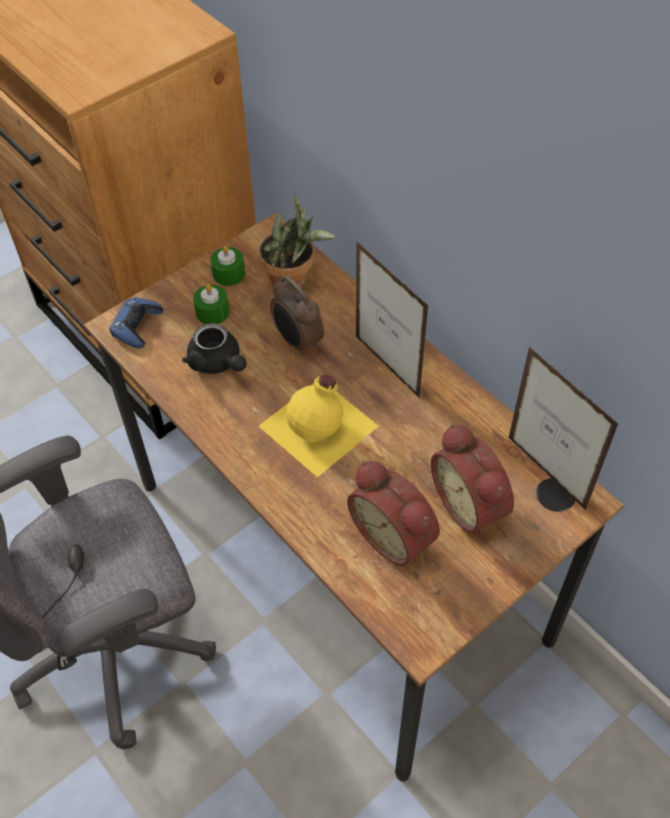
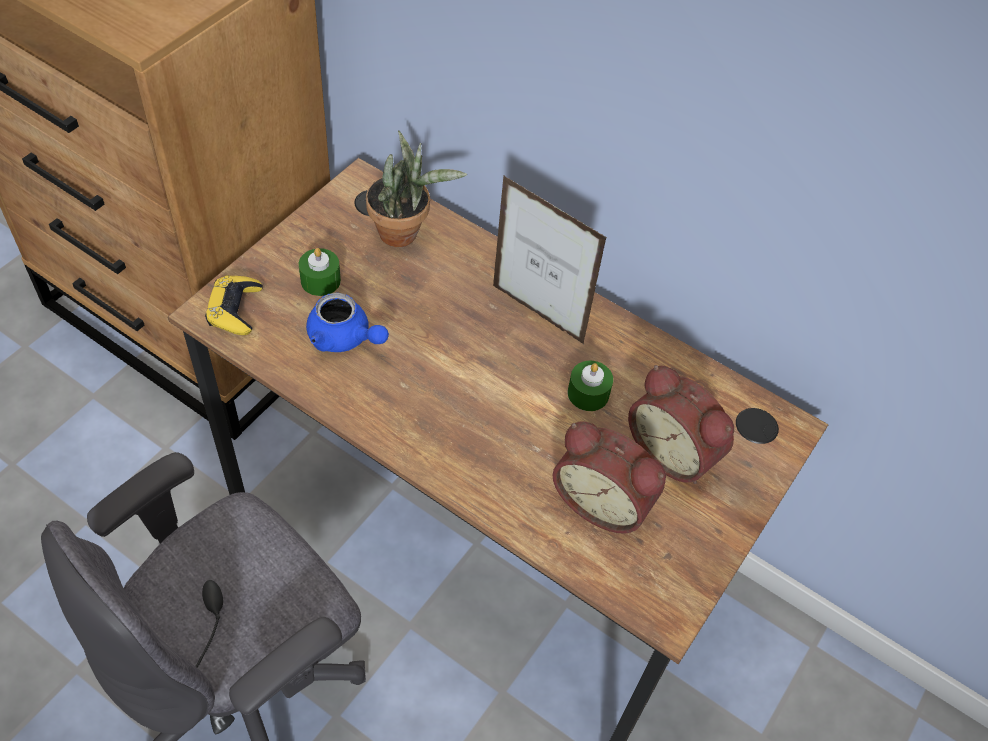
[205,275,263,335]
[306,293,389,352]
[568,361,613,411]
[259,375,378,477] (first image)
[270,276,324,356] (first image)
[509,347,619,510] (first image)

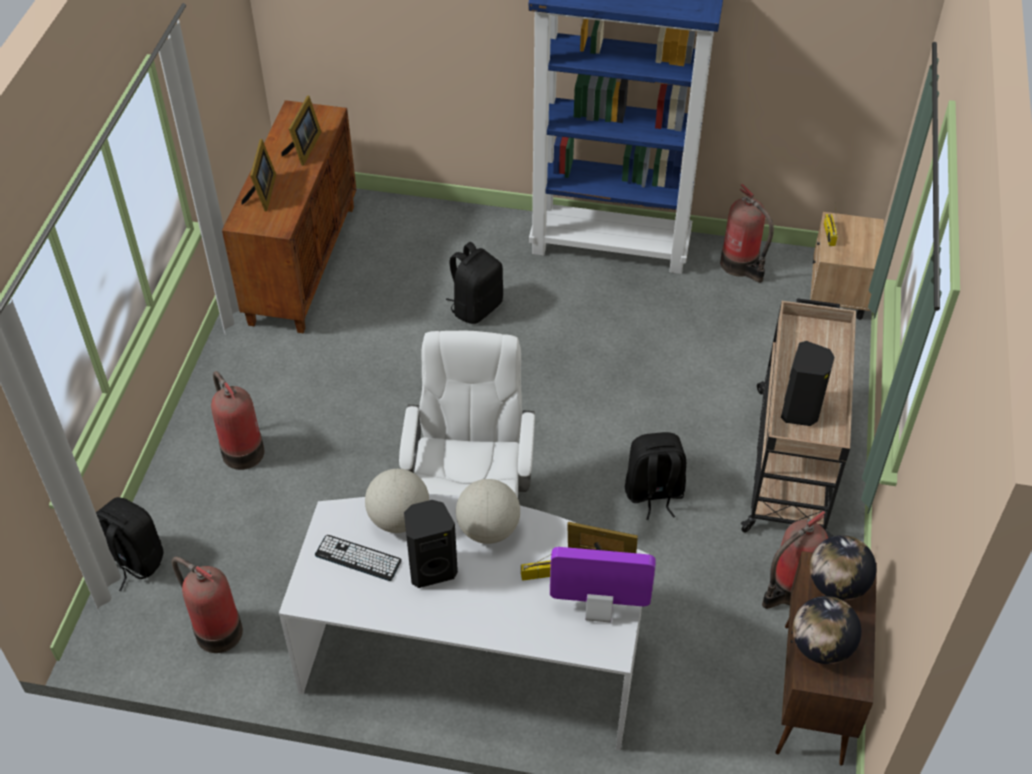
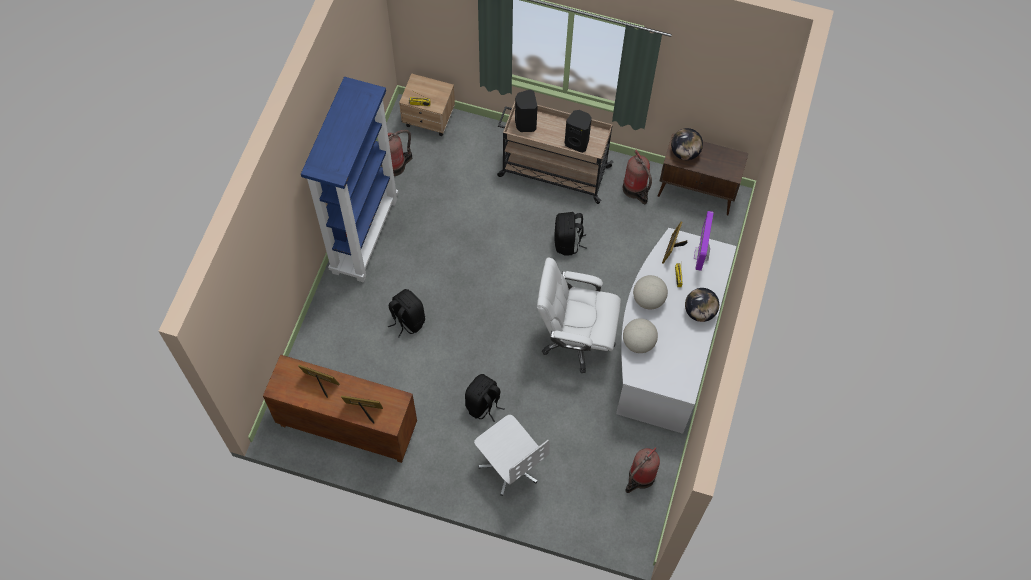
[465,374,504,422]
[474,415,550,496]
[315,535,402,581] (first image)
[515,89,538,132]
[685,288,719,322]

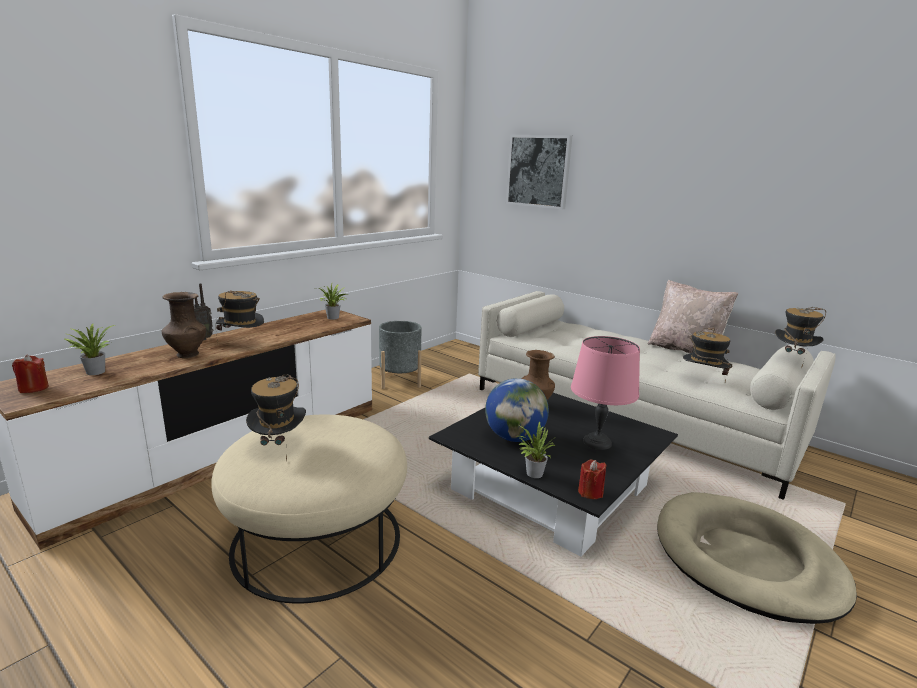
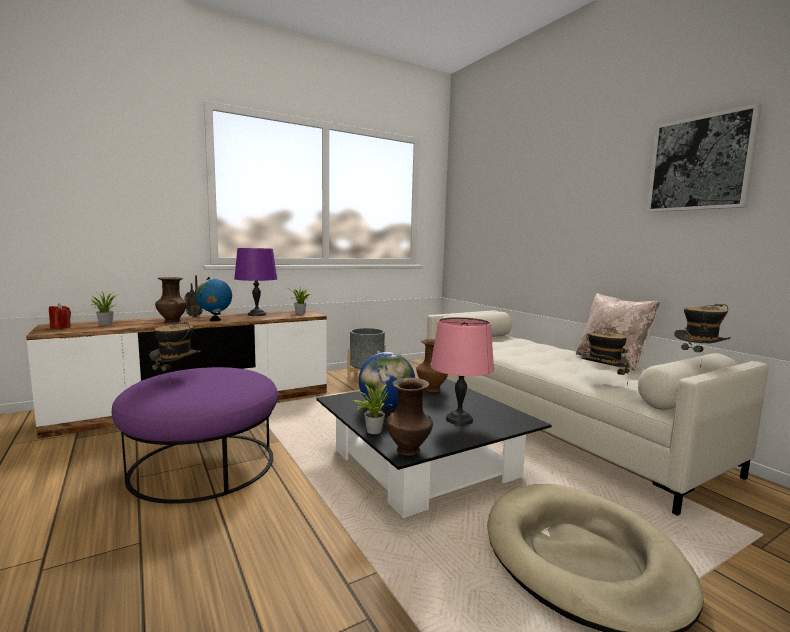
[112,367,278,504]
[196,277,232,321]
[647,103,762,212]
[387,378,433,456]
[234,248,277,316]

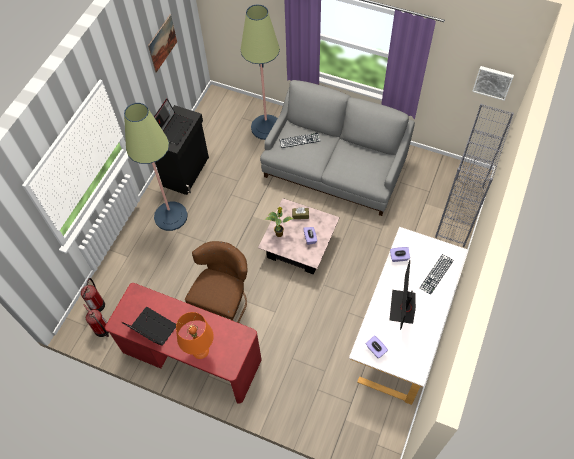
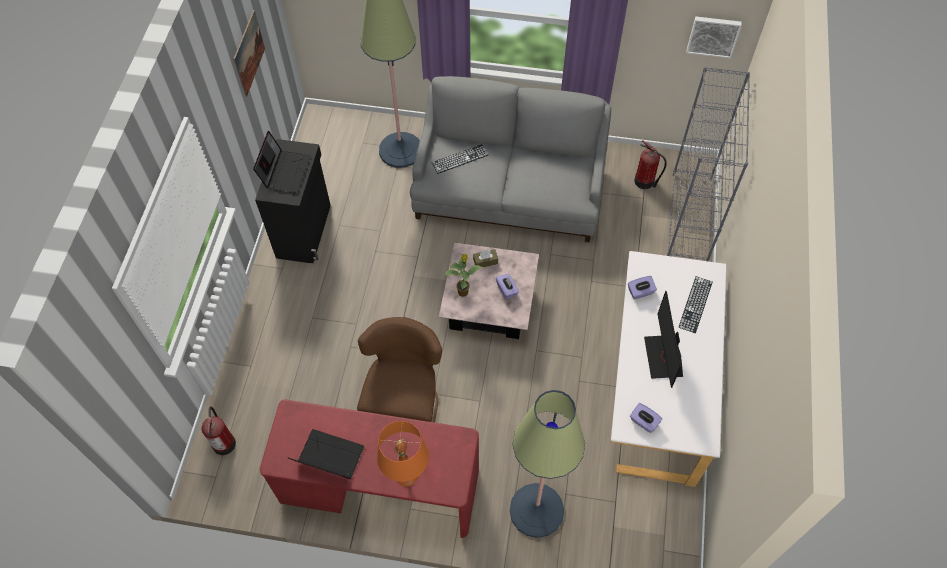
[634,140,667,189]
[510,390,585,538]

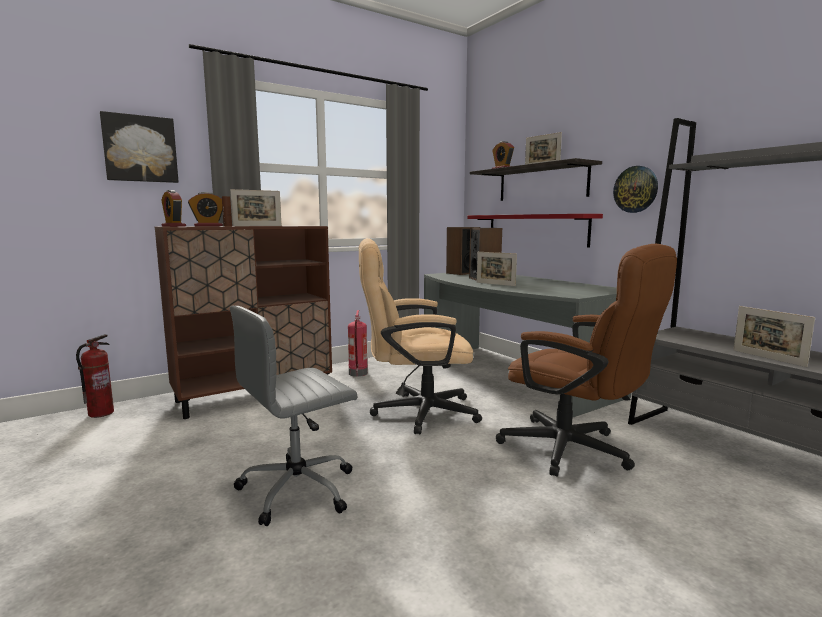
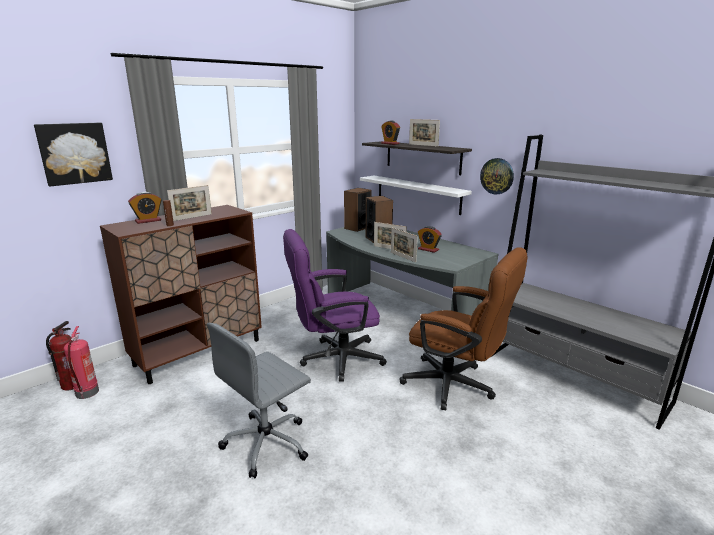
[418,226,442,253]
[64,326,99,399]
[283,229,387,382]
[360,176,472,215]
[391,228,418,262]

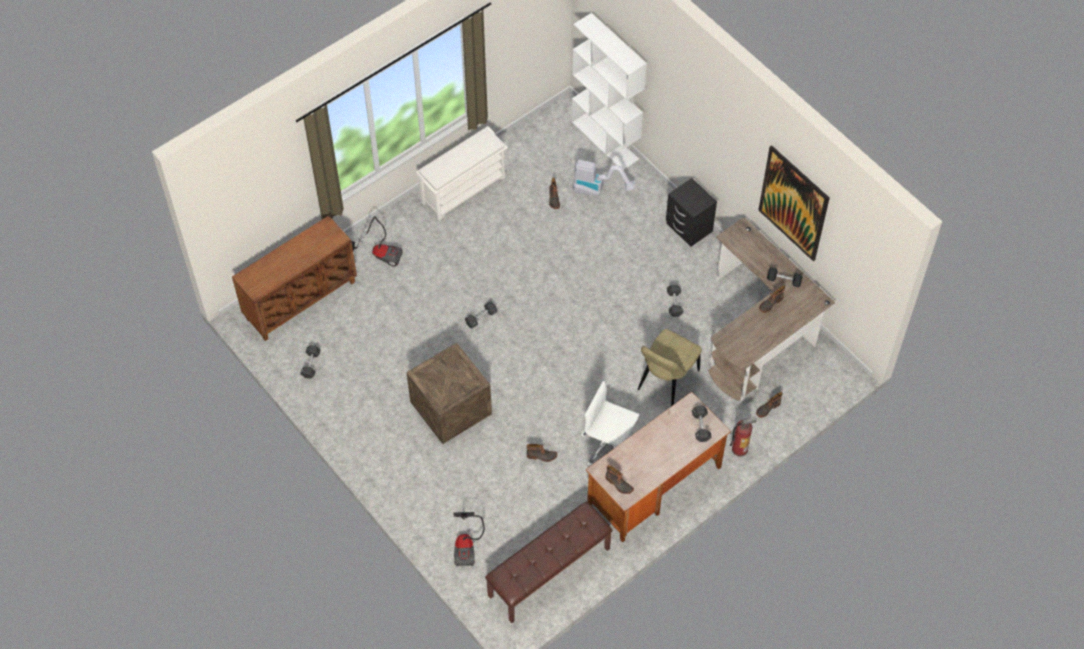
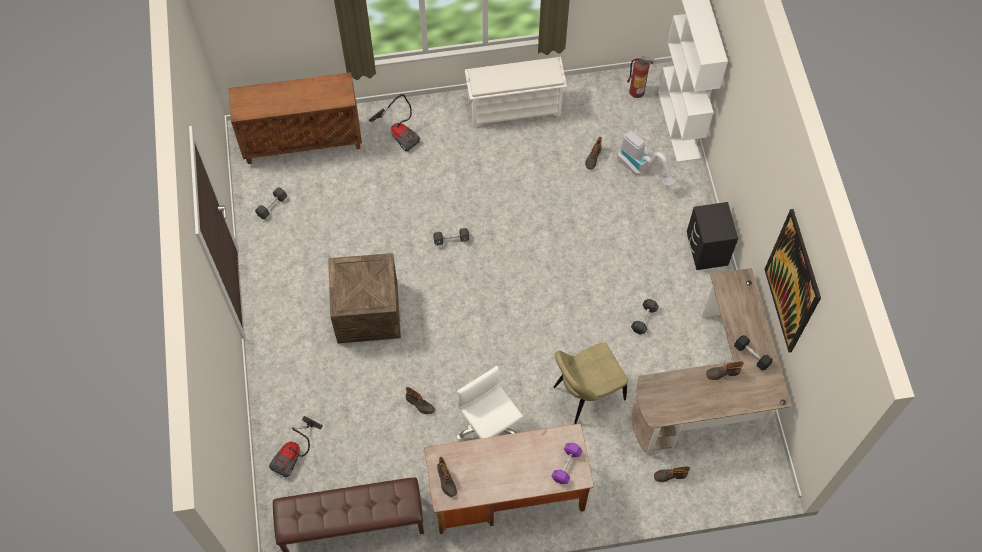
[551,443,582,484]
[627,56,654,98]

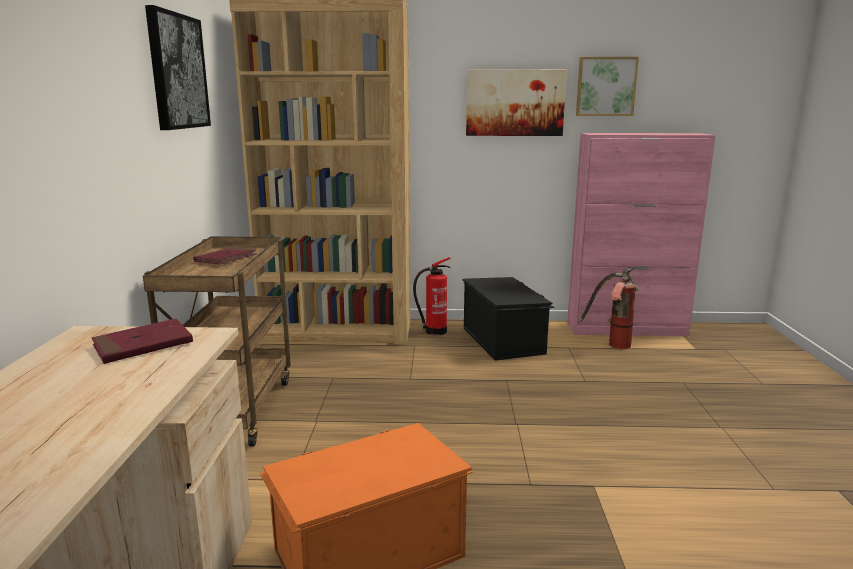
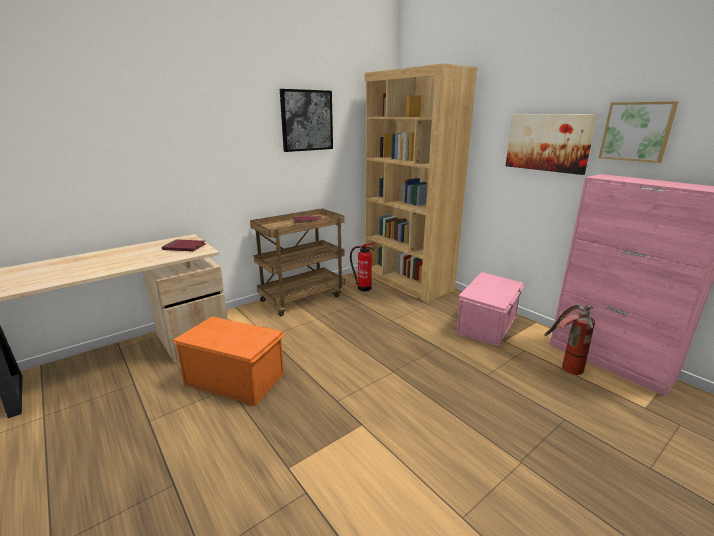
[350,243,374,292]
[456,272,524,347]

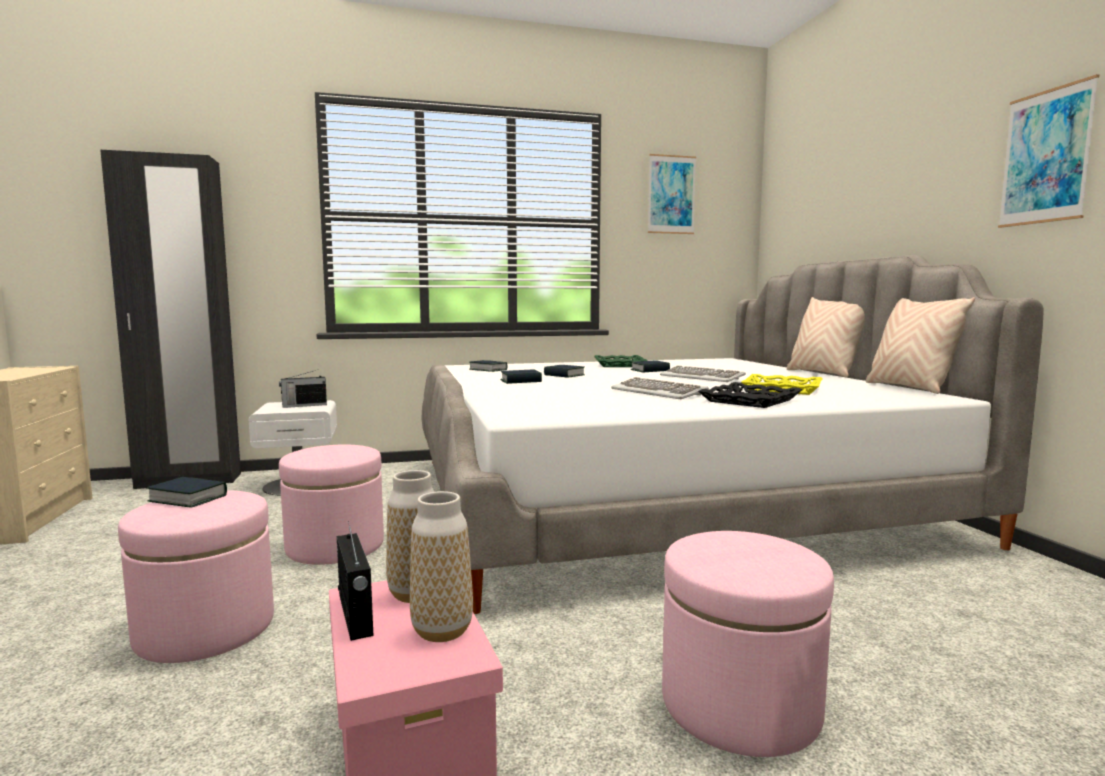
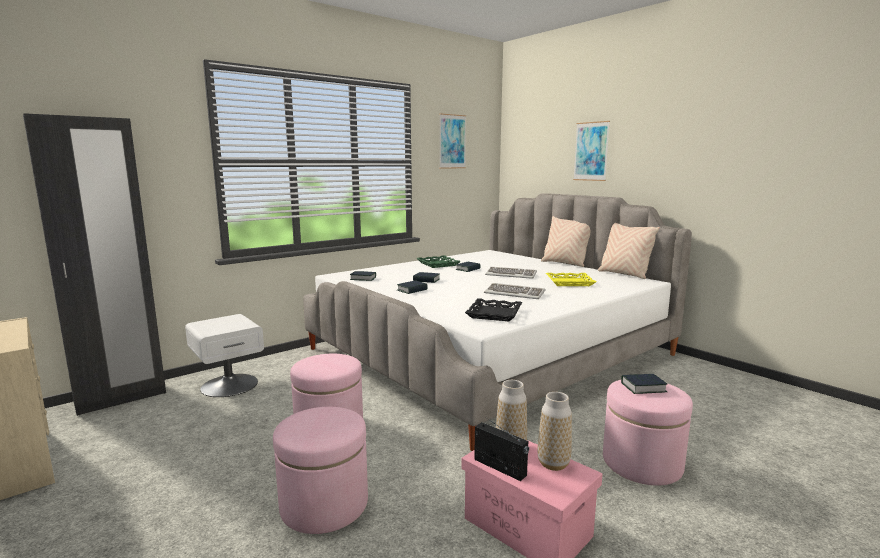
[621,374,667,394]
[279,369,327,408] (first image)
[465,298,522,322]
[573,121,610,181]

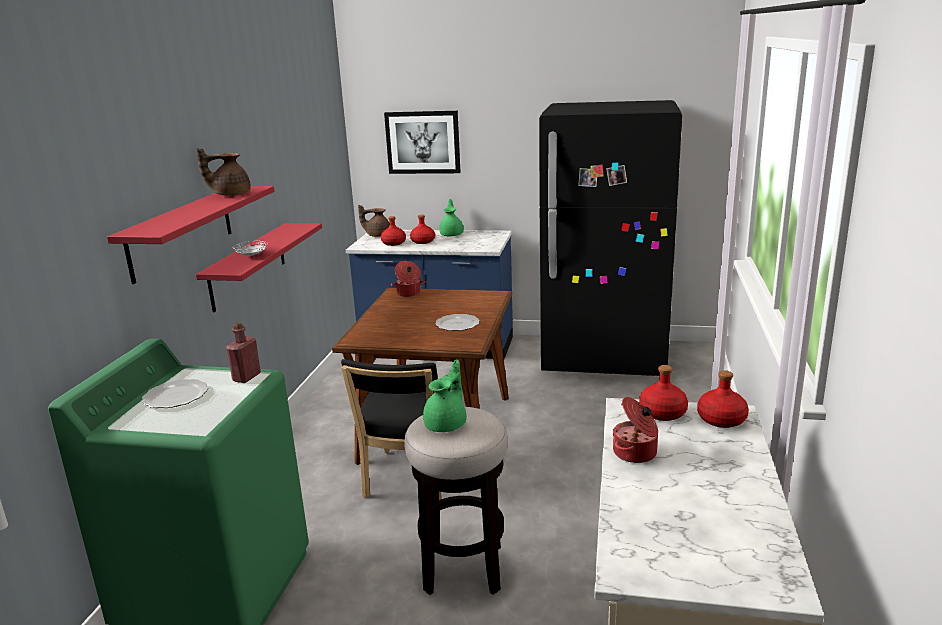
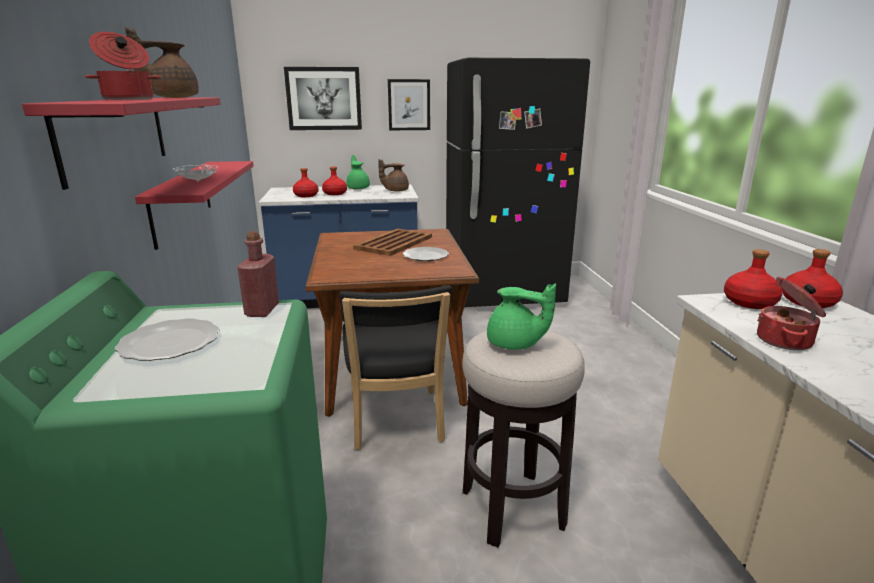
[378,159,409,192]
[85,32,161,100]
[487,284,556,350]
[353,228,432,256]
[388,79,430,130]

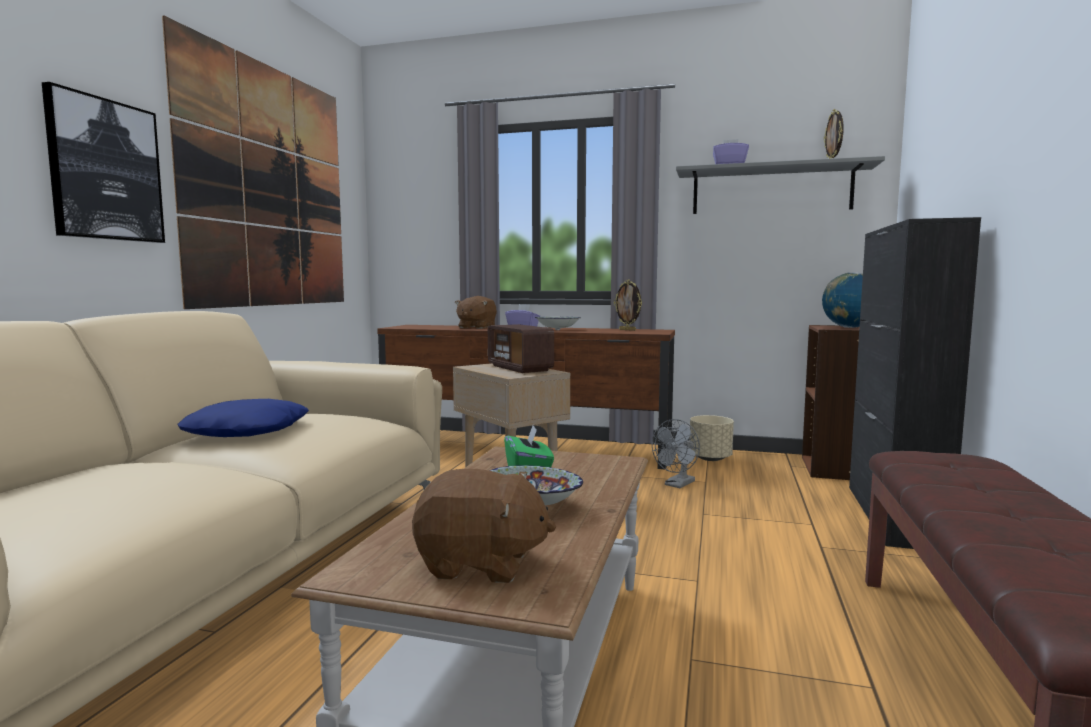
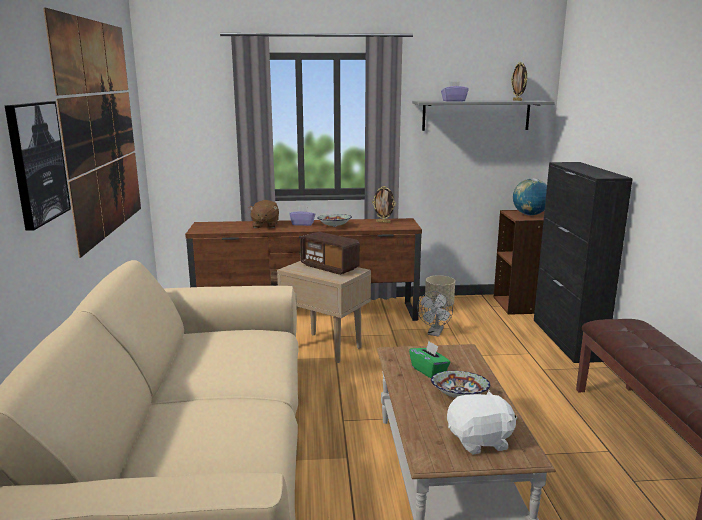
[178,399,309,437] (first image)
[447,390,517,455]

